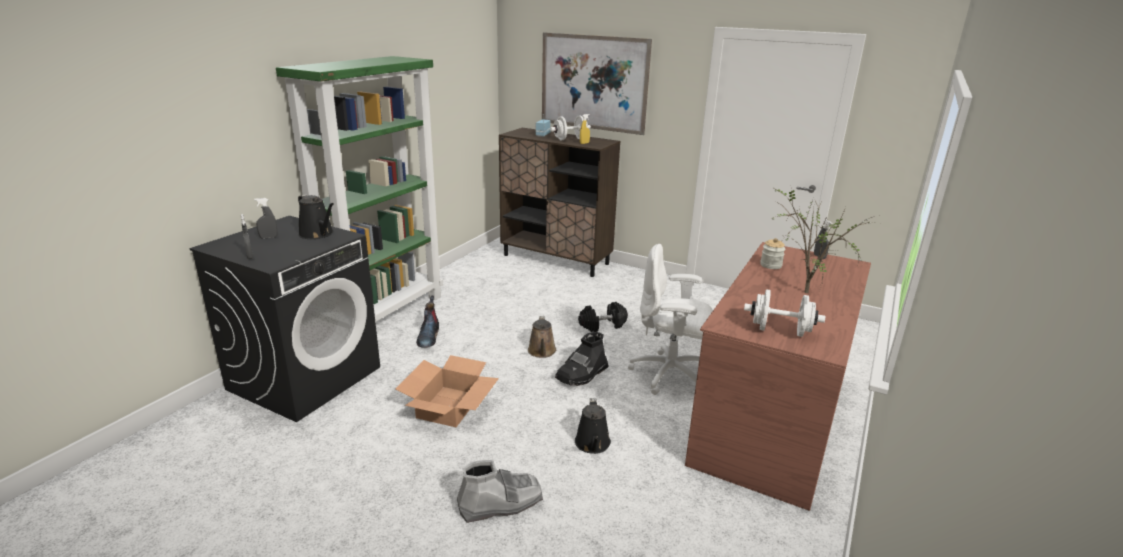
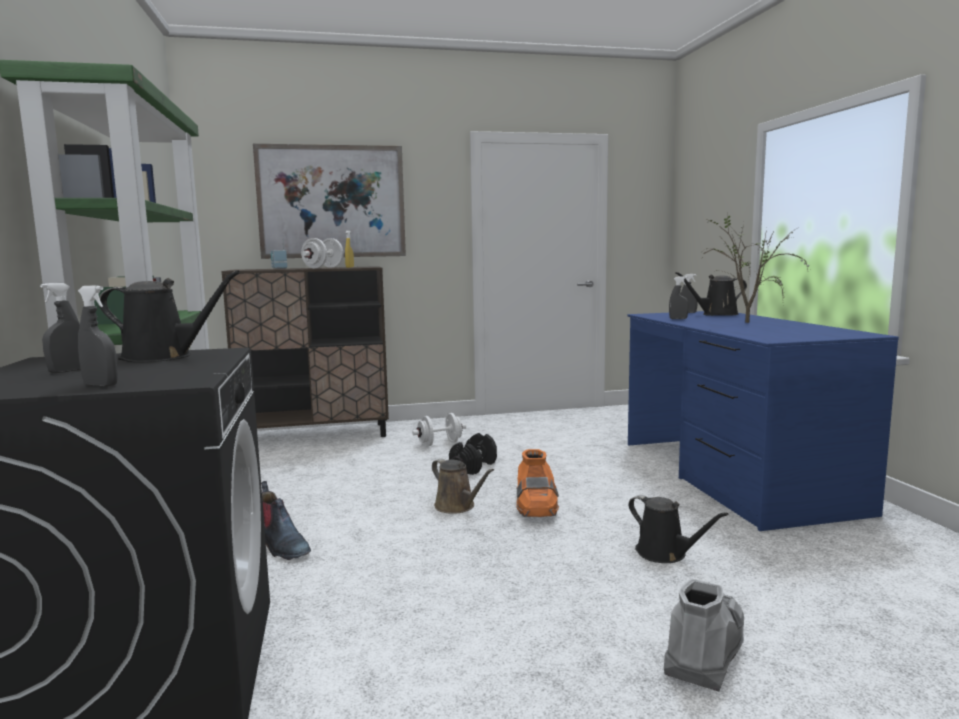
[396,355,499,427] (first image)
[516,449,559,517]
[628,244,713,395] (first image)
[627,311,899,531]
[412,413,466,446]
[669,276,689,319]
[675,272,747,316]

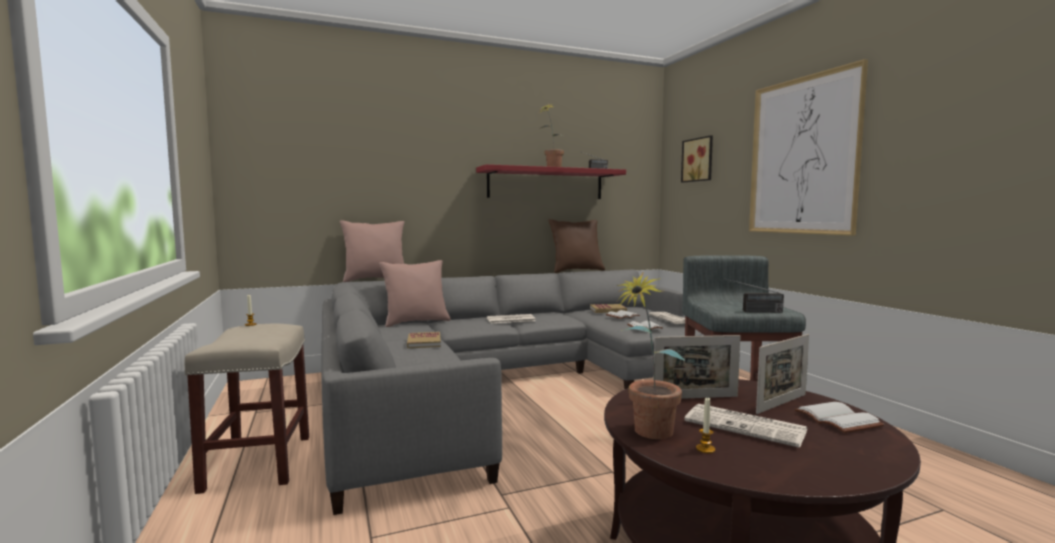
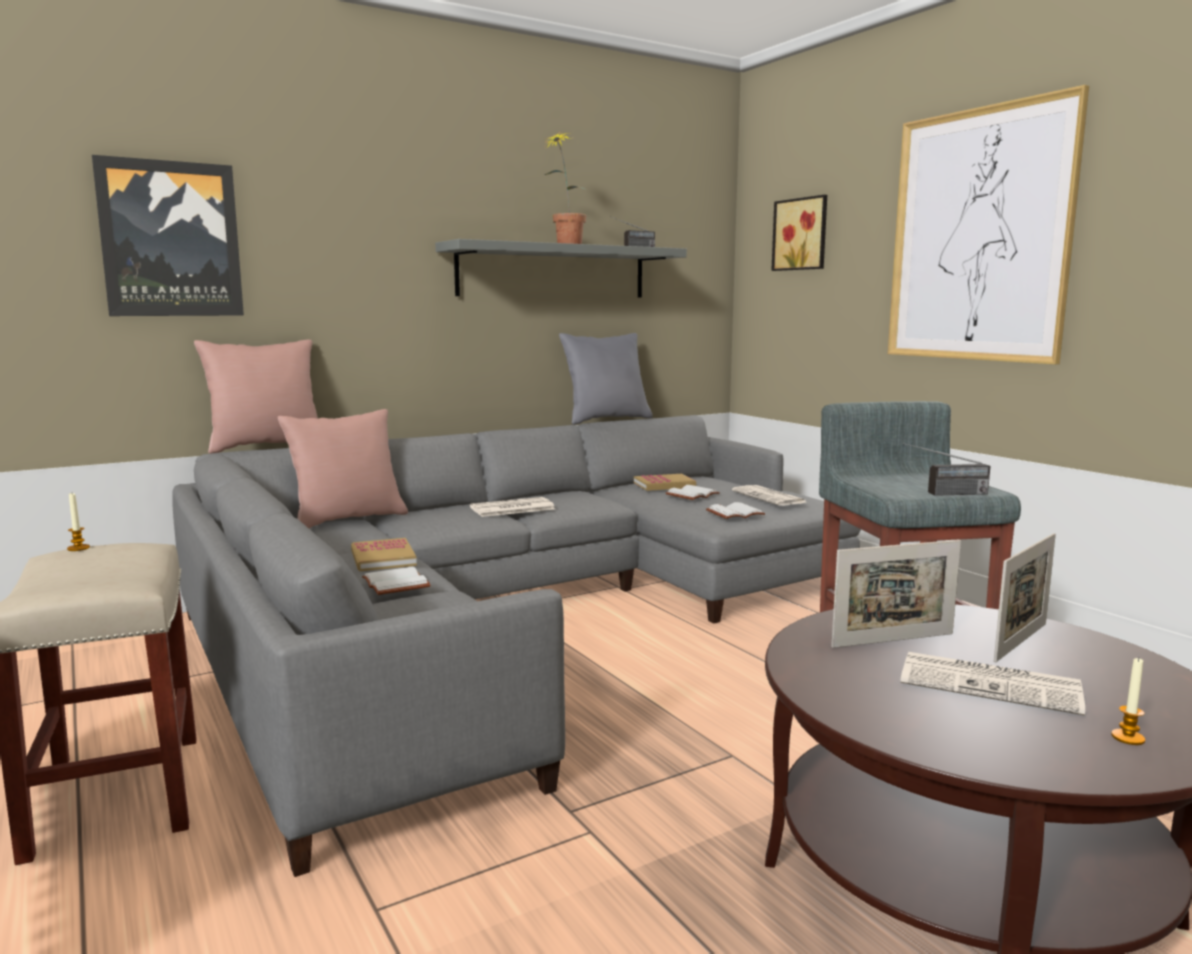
[435,239,687,297]
[559,333,653,425]
[616,272,685,439] (first image)
[1111,658,1145,745]
[362,567,431,595]
[92,155,244,316]

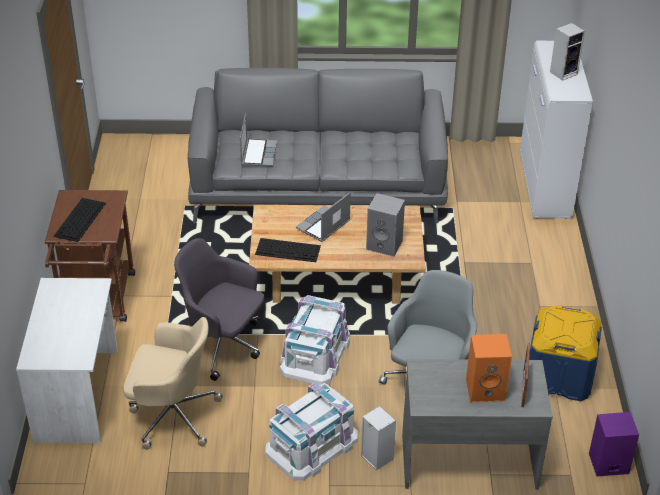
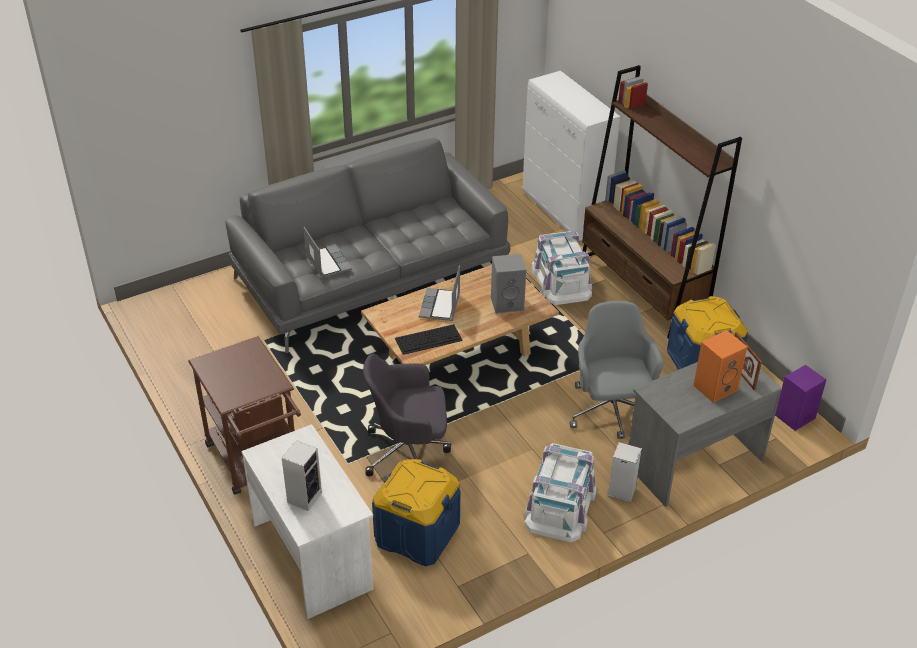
[53,198,106,242] (first image)
[372,459,460,566]
[531,231,592,305]
[282,440,322,511]
[582,65,742,339]

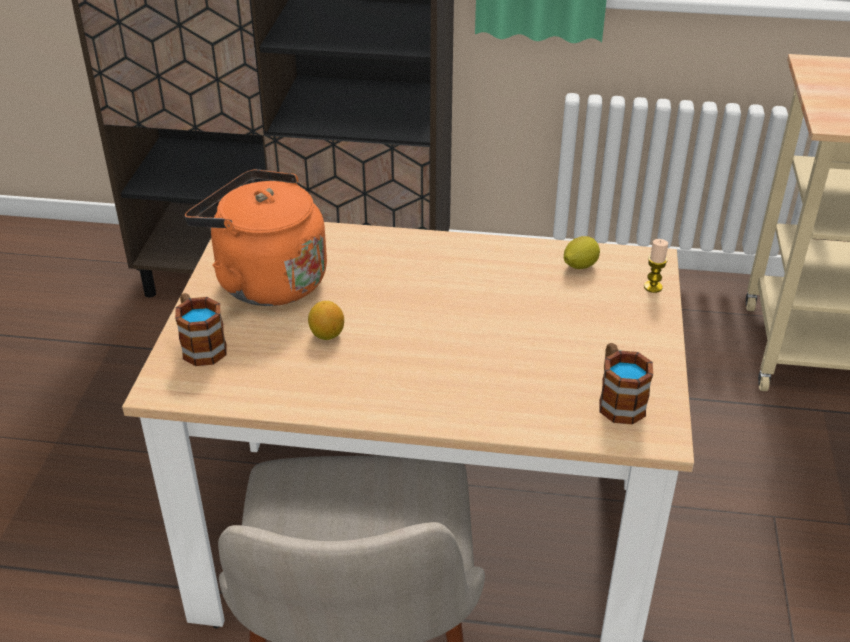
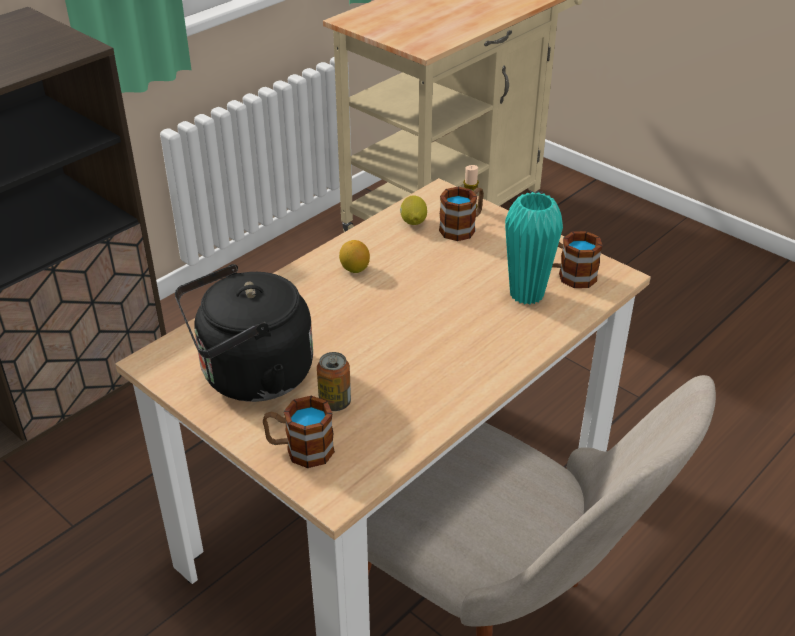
[175,264,313,402]
[339,240,370,273]
[317,352,351,411]
[439,187,484,241]
[505,192,563,305]

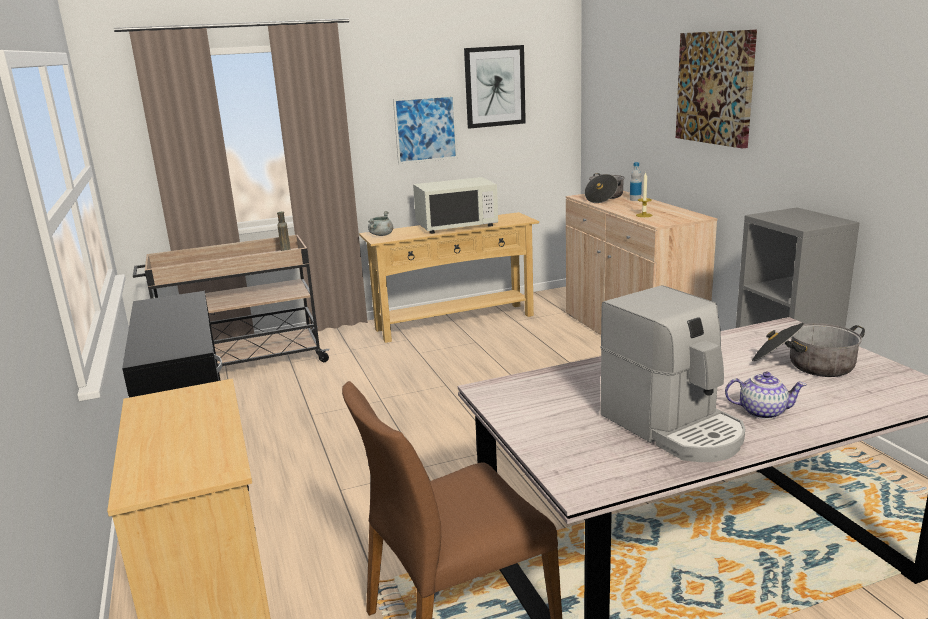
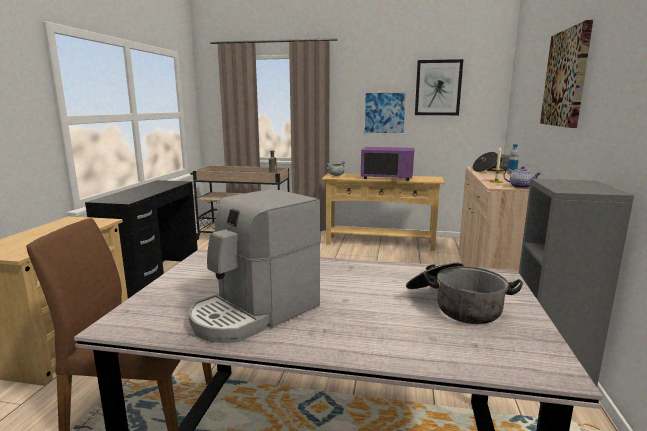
[361,147,414,181]
[189,189,321,343]
[503,166,541,188]

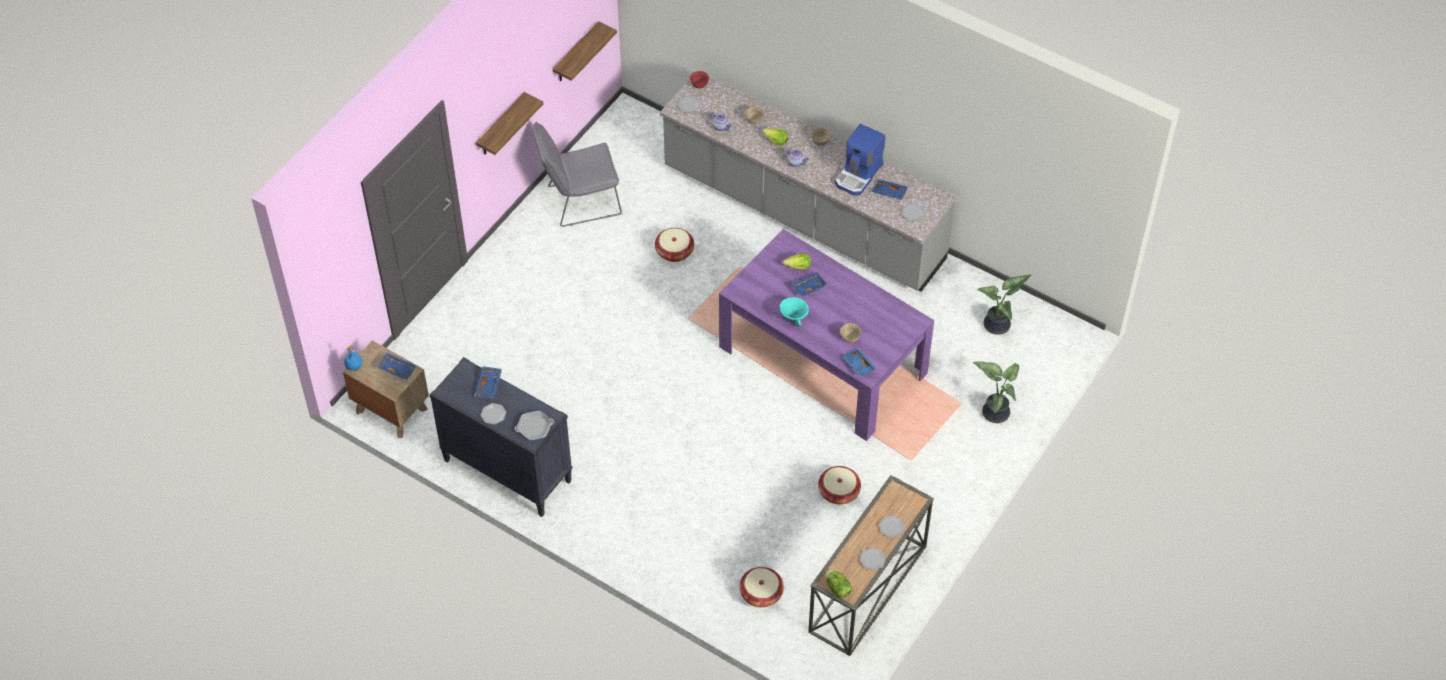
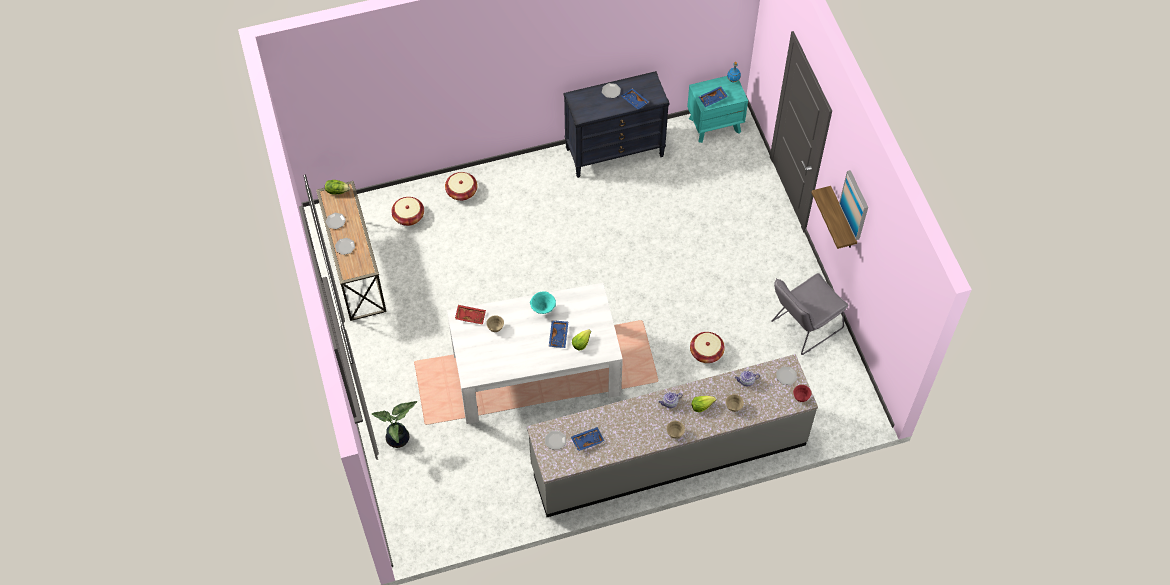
[687,76,748,143]
[515,411,554,440] (first image)
[771,273,848,355]
[553,21,617,81] (first image)
[447,283,623,424]
[445,172,477,201]
[835,124,886,195] (first image)
[455,305,486,325]
[977,274,1031,335] (first image)
[839,170,868,240]

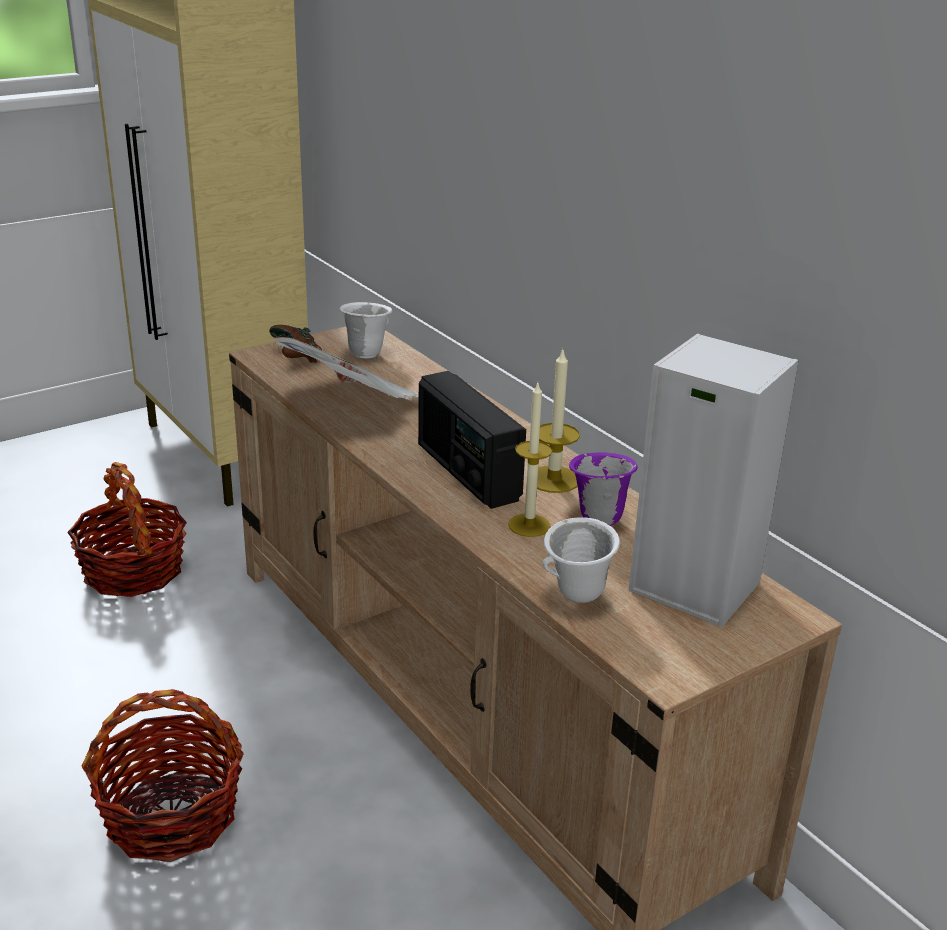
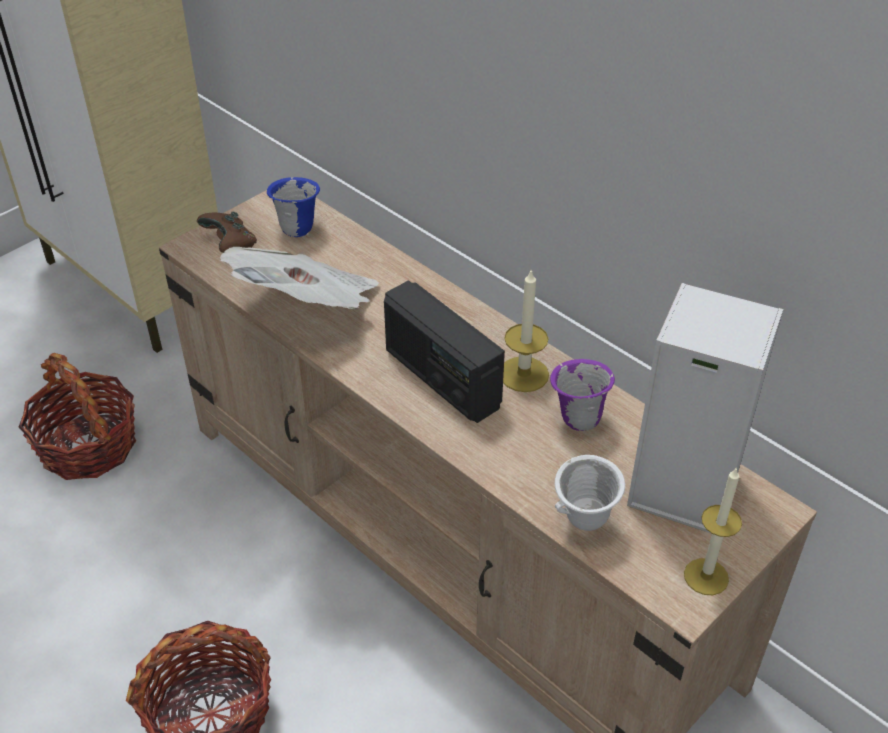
[267,177,320,237]
[684,467,742,595]

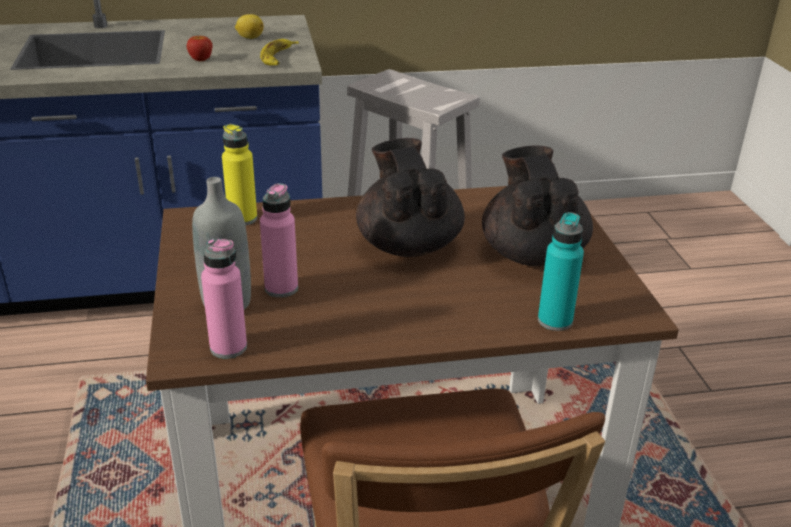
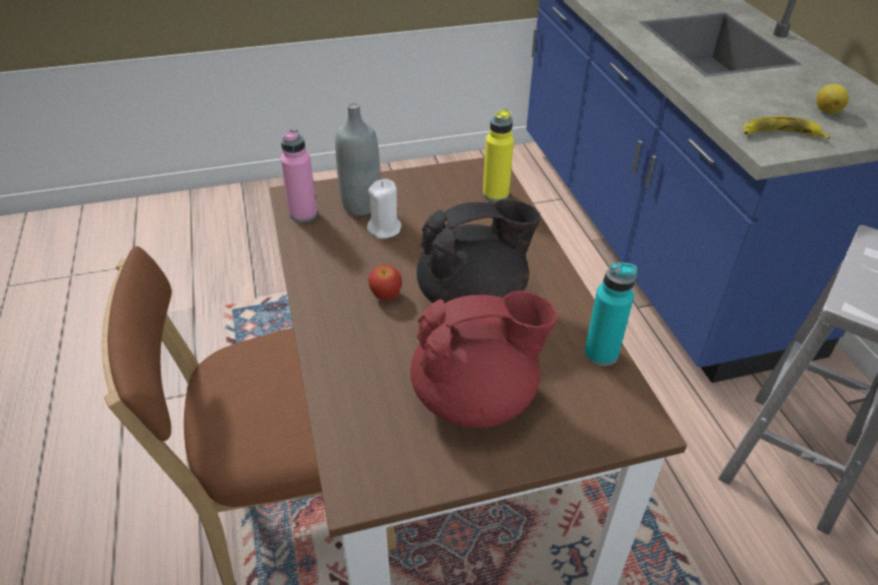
[368,265,402,300]
[367,179,402,239]
[410,291,558,428]
[584,262,637,366]

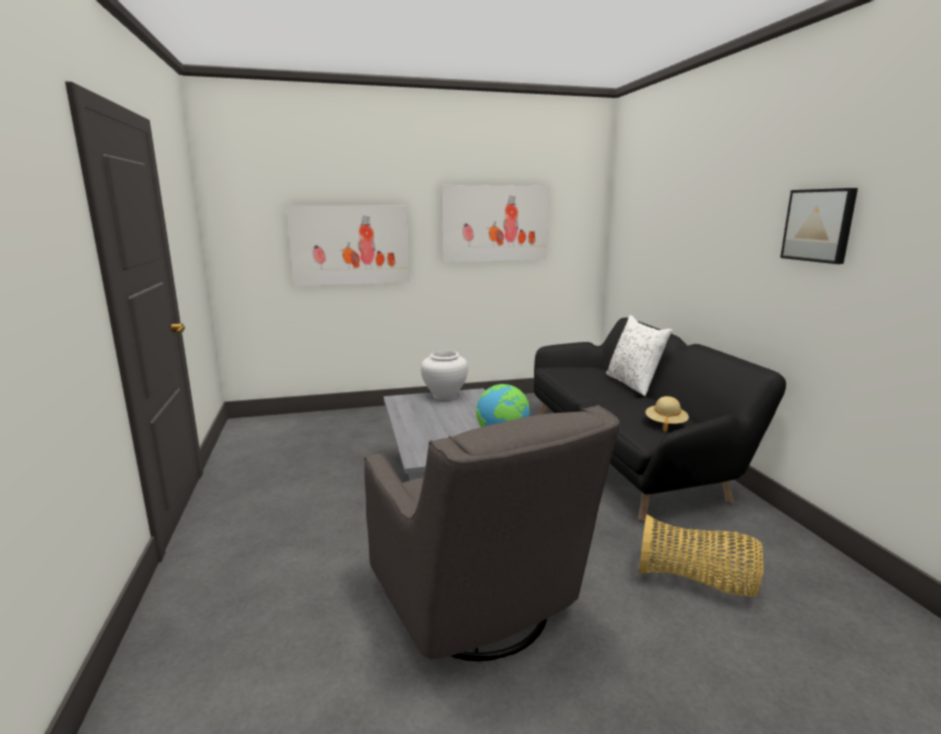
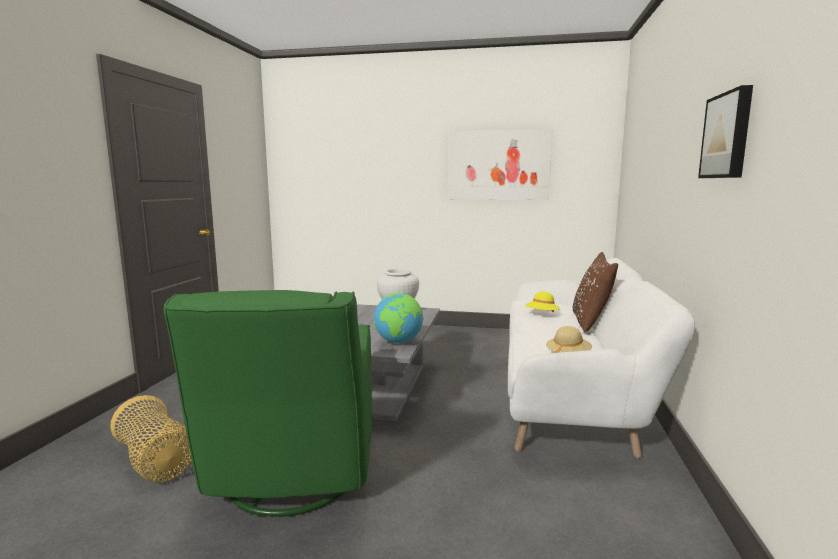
[286,205,409,286] (first image)
[164,290,372,517]
[508,258,695,459]
[573,252,618,332]
[110,395,192,482]
[525,292,560,312]

